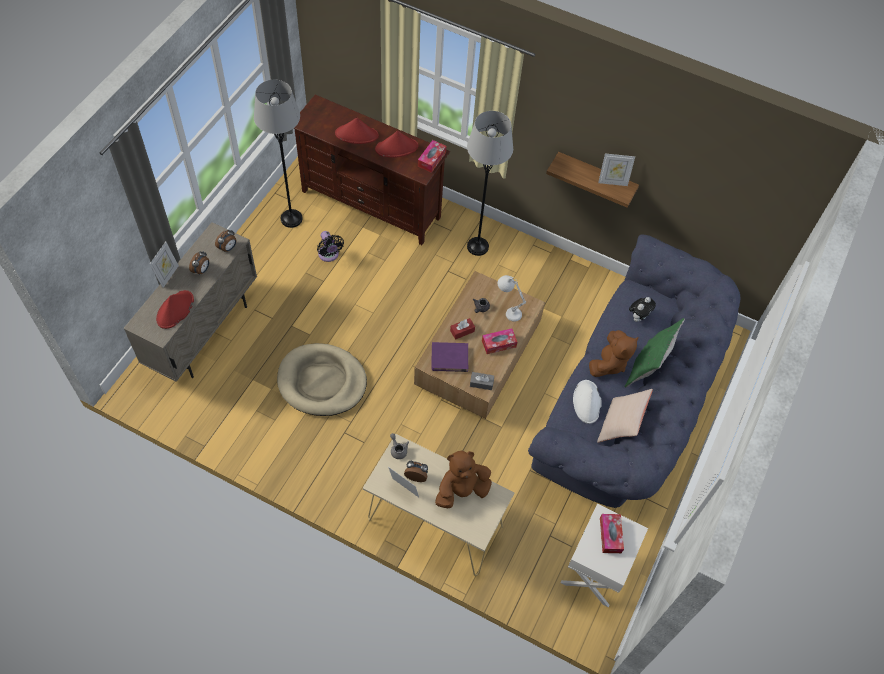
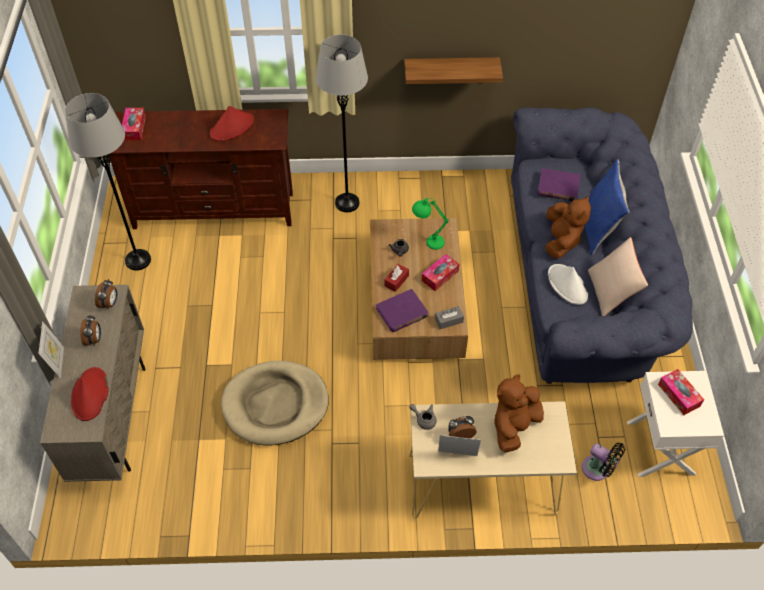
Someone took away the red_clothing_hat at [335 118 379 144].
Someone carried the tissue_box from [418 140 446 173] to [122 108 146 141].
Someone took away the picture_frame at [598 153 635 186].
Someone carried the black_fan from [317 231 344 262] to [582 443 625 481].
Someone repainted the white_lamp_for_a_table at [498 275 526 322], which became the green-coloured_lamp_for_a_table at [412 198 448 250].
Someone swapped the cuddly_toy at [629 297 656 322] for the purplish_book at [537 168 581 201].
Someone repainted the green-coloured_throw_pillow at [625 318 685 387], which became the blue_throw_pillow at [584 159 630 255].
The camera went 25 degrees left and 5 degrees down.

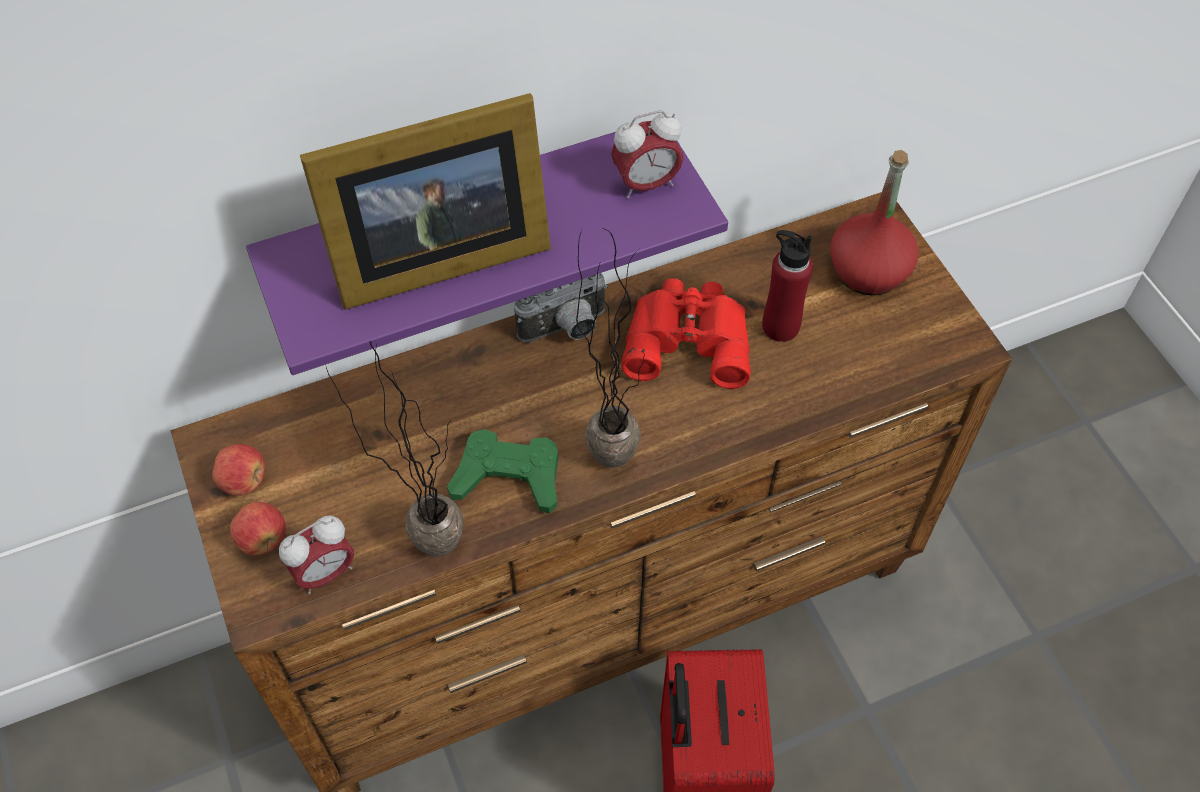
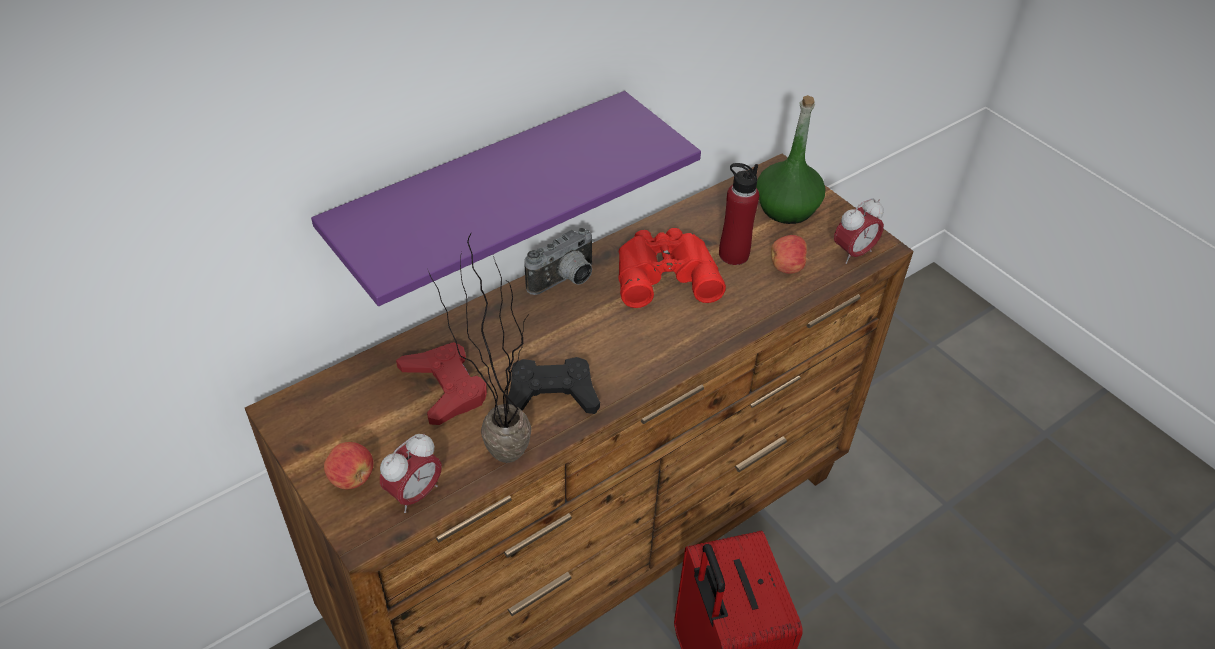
Someone took away the picture_frame at [300 93 551 310].
Someone carried the table_clock from [611 111 684 198] to [834 198 884 264].
Someone repainted the red_bottle at [830 150 918 295], which became the green-coloured_bottle at [756 95 826 224].
Someone took away the houseplant at [576 228 645 468].
Someone repainted the green-coloured_gamepad at [447 429 558 514], which became the black_gamepad at [508 357 600 414].
Someone carried the apple from [212 444 265 496] to [771 235 808 274].
Someone put down the red_gamepad at [396 342 487 425].
The camera went 15 degrees left and 10 degrees down.

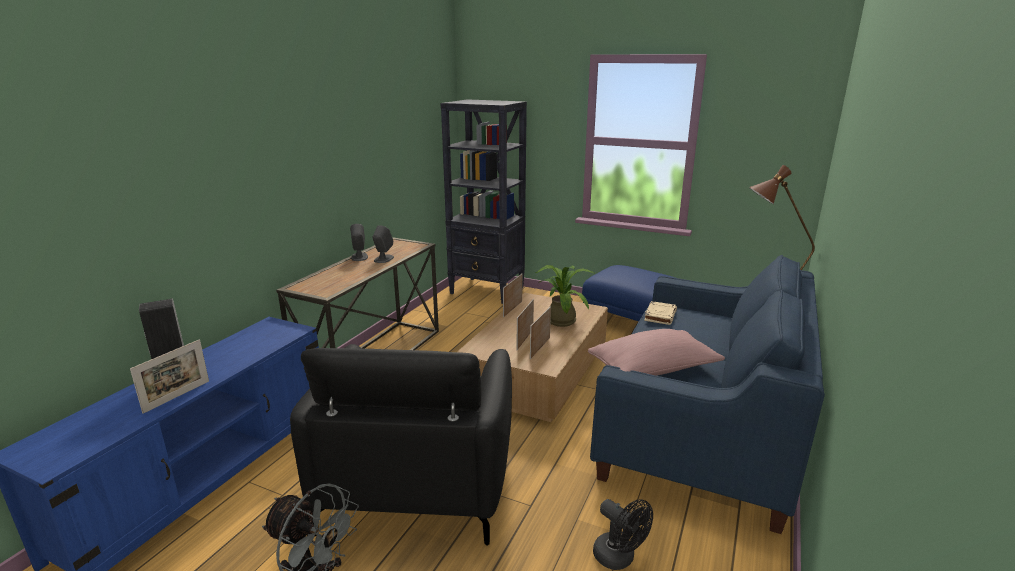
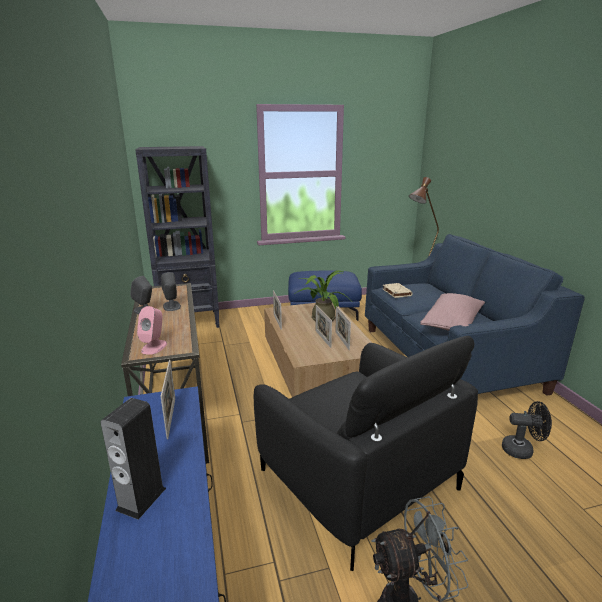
Someone carried the picture_frame from [130 340 209 414] to [161 360 175 439].
Someone put down the pinkish_speaker at [137 306 167 355].
The camera went 40 degrees left and 0 degrees up.

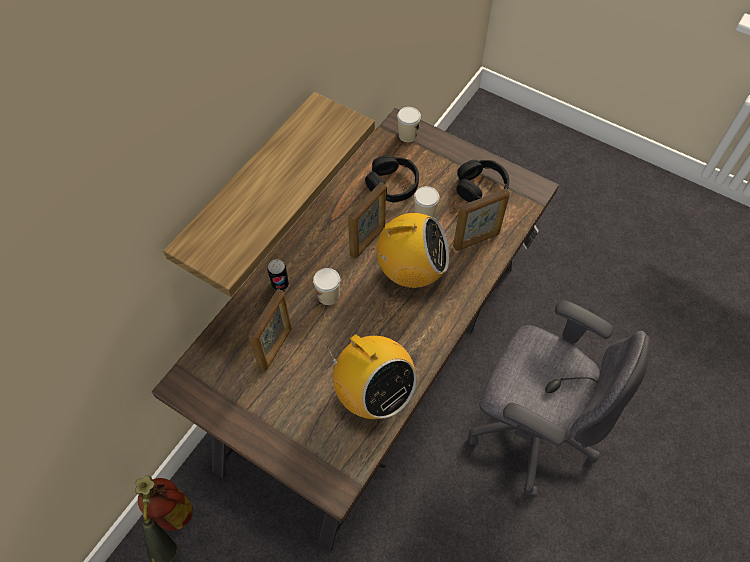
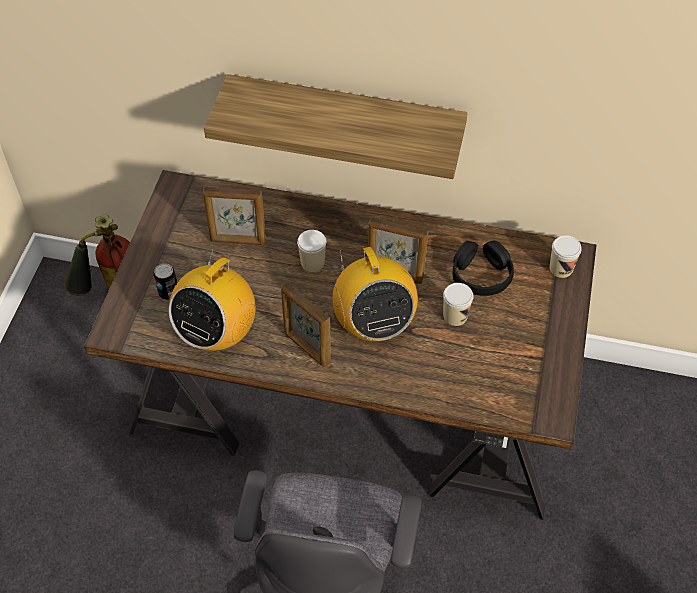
Someone took away the black_headphones at [456 160 509 202].
Someone carried the picture_frame from [453 189 510 251] to [281 282 331 367].
Someone carried the metal_can from [267 259 289 290] to [154 263 177 300].
The camera went 70 degrees right and 5 degrees down.

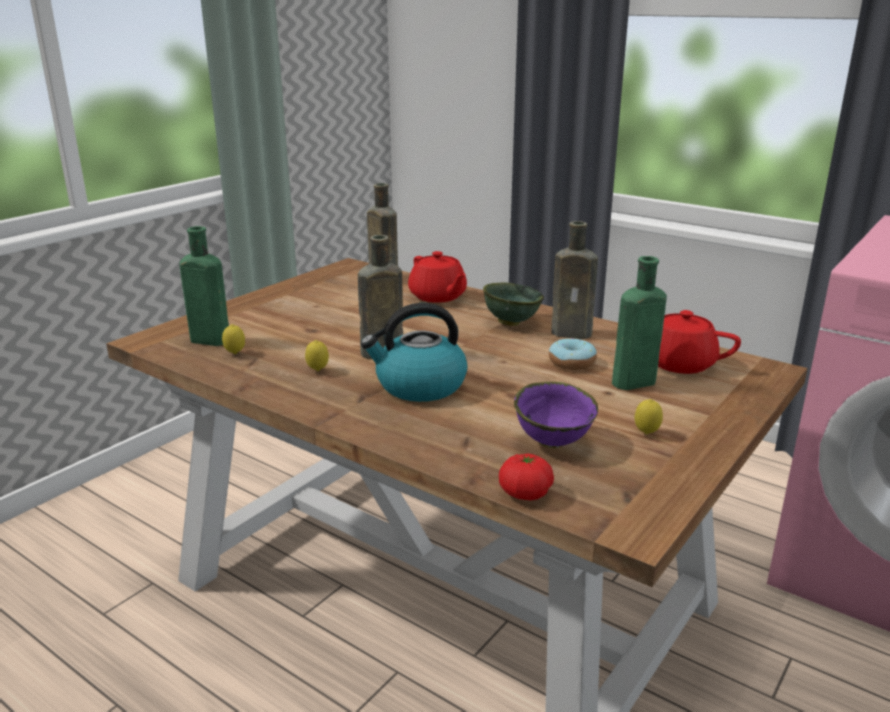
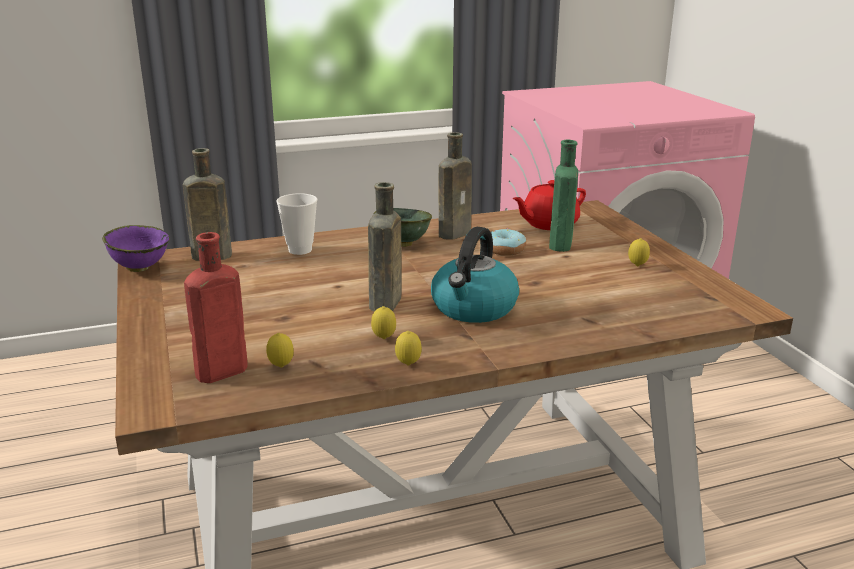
Someone repainted the green-coloured_bottle at [179 226 229 346], which became the red_bottle at [184 232 248 383].
Someone swapped the red_pot_for_tea at [408 251 467 303] for the cup at [276 193 317 255].
Someone carried the purplish_bowl from [514 382 598 448] to [102 225 170 272].
Someone took away the whole_tomato at [499 453 554 501].
Someone put down the whole_lemon at [395 331 422 365].
The camera went 55 degrees left and 0 degrees up.

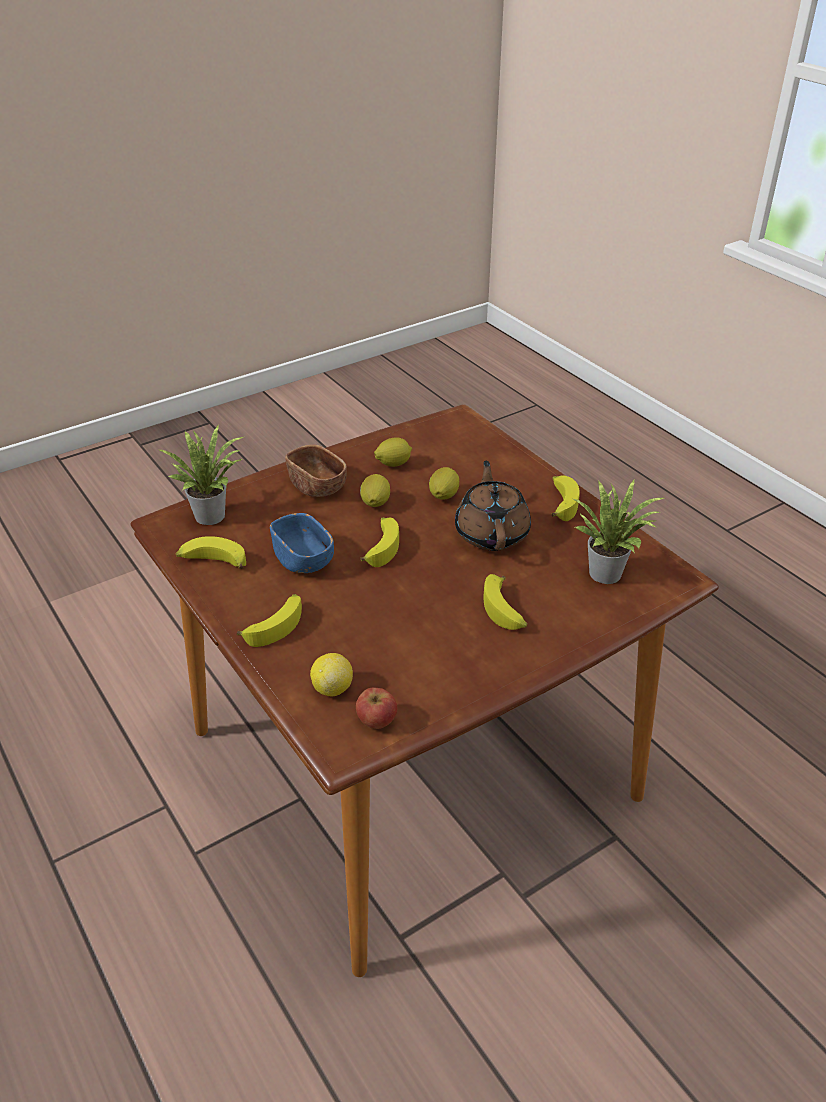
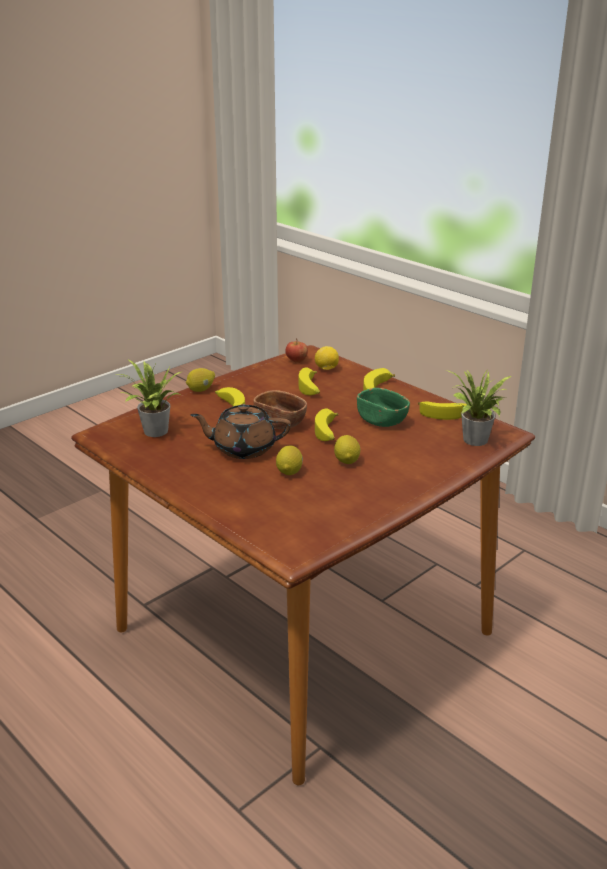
Someone carried the whole_lemon from [374 437 412 467] to [186 368 215 392].
Someone carried the brown-coloured_bowl from [285 445 347 497] to [253 390 307 429].
Someone rotated the brown-coloured_pot_for_tea at [455 460 531 551] by 105 degrees clockwise.
Someone carried the banana_fruit from [551 475 580 521] to [298 367 320 395].
Someone repainted the blue_bowl at [270 513 334 573], which became the green-coloured_bowl at [357 388 410 427].
The camera went 170 degrees right and 10 degrees down.

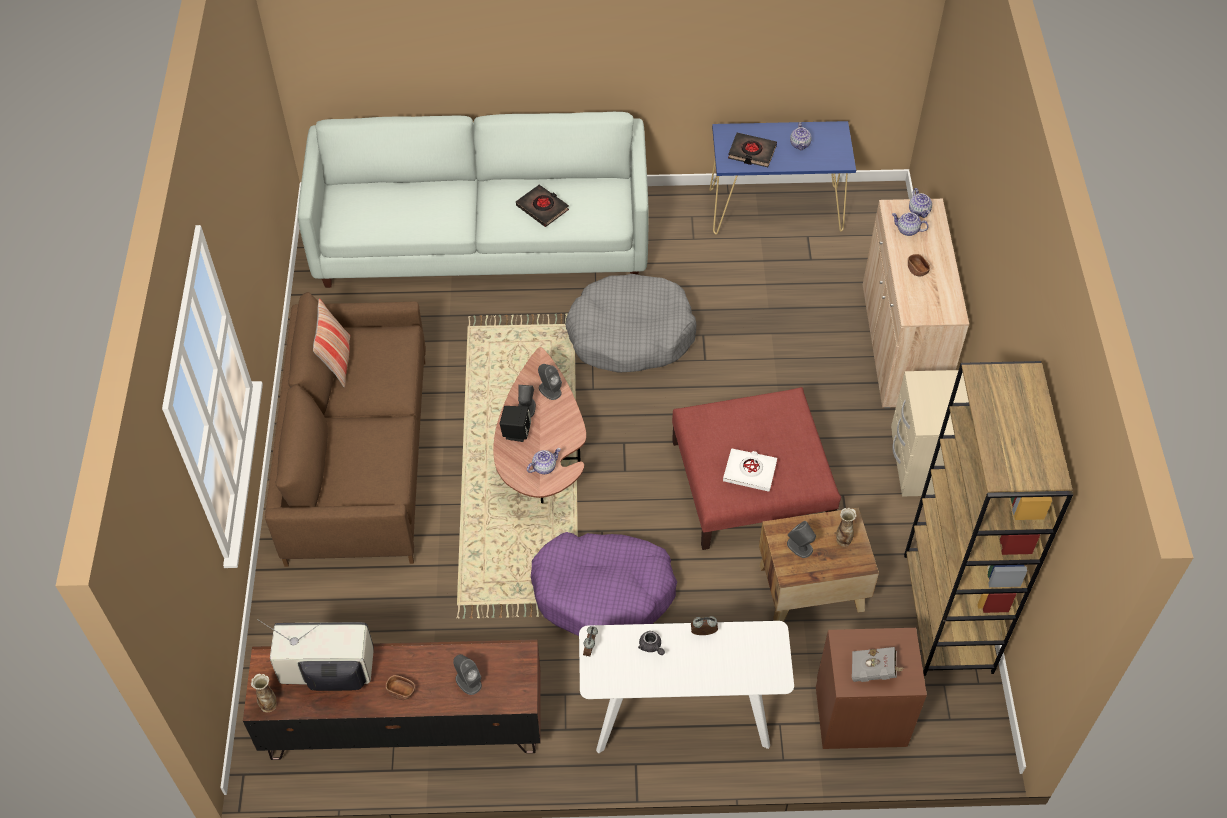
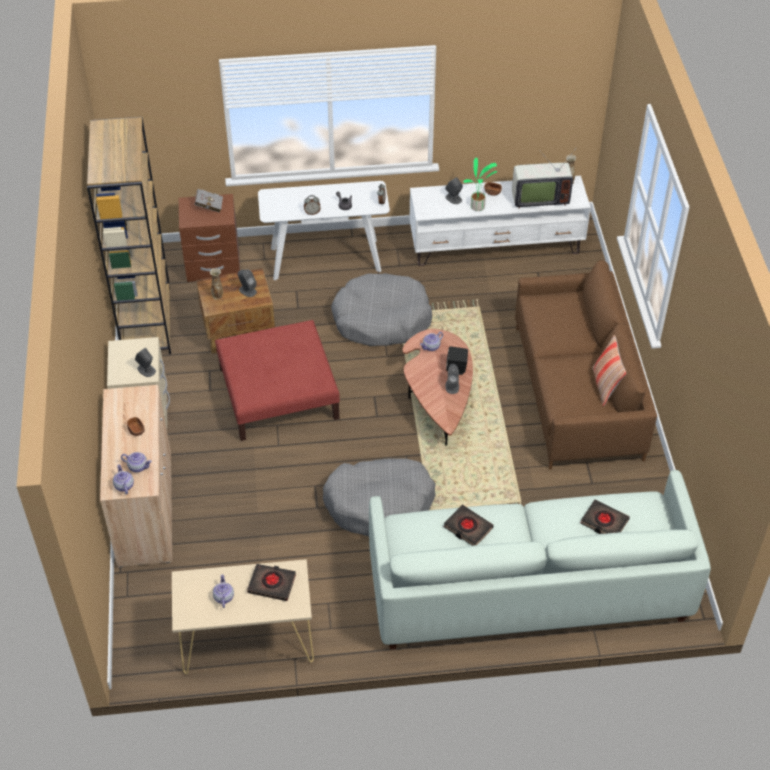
Someone repainted the blue_narrow_table at [709 121 856 235], which became the sand-coloured_narrow_table at [172 559 314 675].
Someone carried the grey_speaker from [538 364 562 400] to [135 348 156 377].
Someone took away the white_book at [723 448 777 492].
Someone repainted the purplish_dog_cushion at [531 532 677 636], which became the grey_dog_cushion at [331 273 432 346].
Someone repainted the brown-coloured_media_console at [243 639 541 760], which became the white_media_console at [410 176 591 266].
Someone put down the houseplant at [463 157 497 211].
Someone put down the black_book at [581 500 630 534].
The camera went 175 degrees right and 5 degrees down.

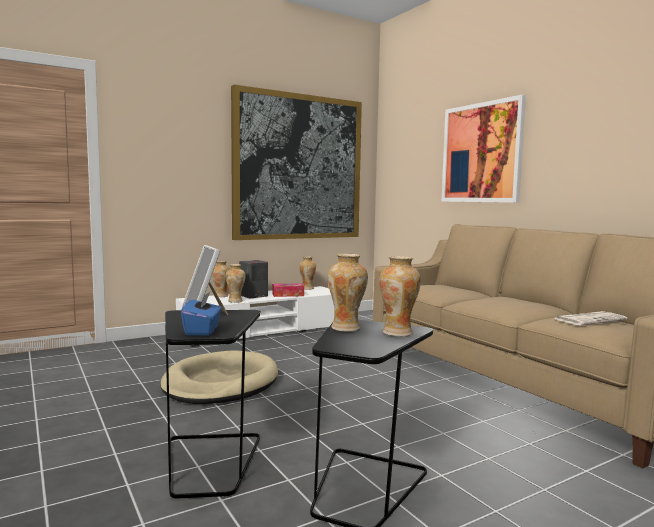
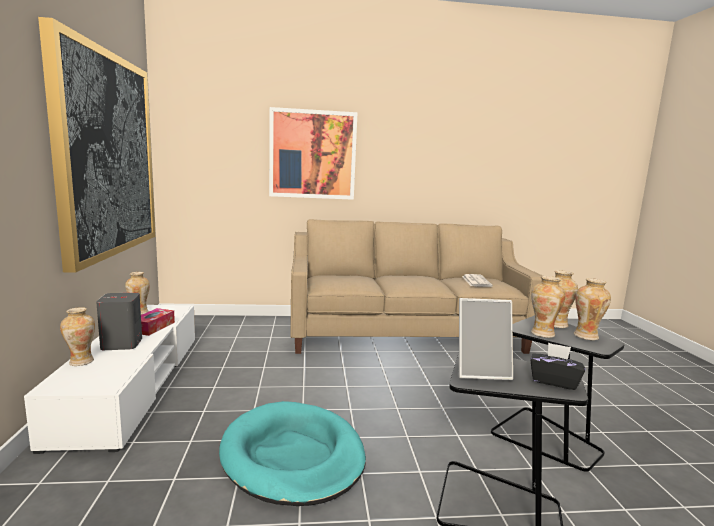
Someone carried the vase from [225 264 246 303] to [574 278 611 340].
Someone repainted the blue_tissue_box at [181 291 222 335], which became the black_tissue_box at [530 342 585 390].
Someone repainted the sand-coloured_dog_cushion at [160 350 278 404], which became the blue-green_dog_cushion at [219 401 366 506].
The camera went 65 degrees left and 5 degrees up.

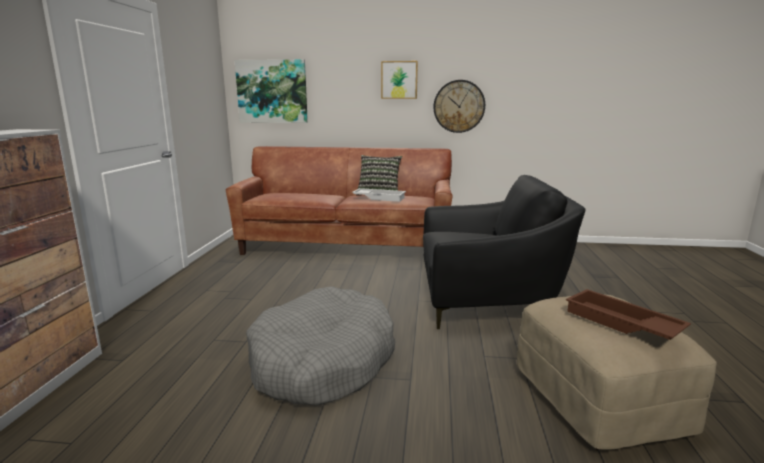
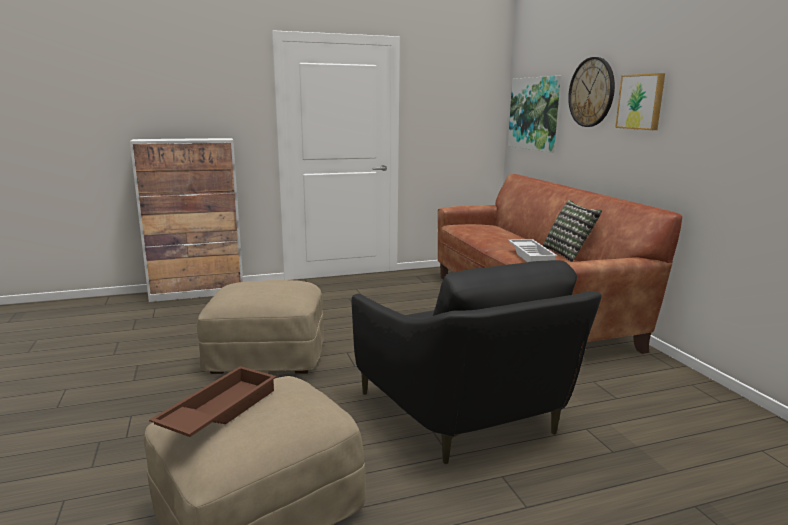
Someone carried the clock_on_the_wall from [434 80 485 133] to [568 57 615 127].
Someone swapped the grey_dog_cushion at [246 286 395 405] for the sand-coloured_pouffe at [197 280 324 374].
The camera went 65 degrees right and 0 degrees up.

